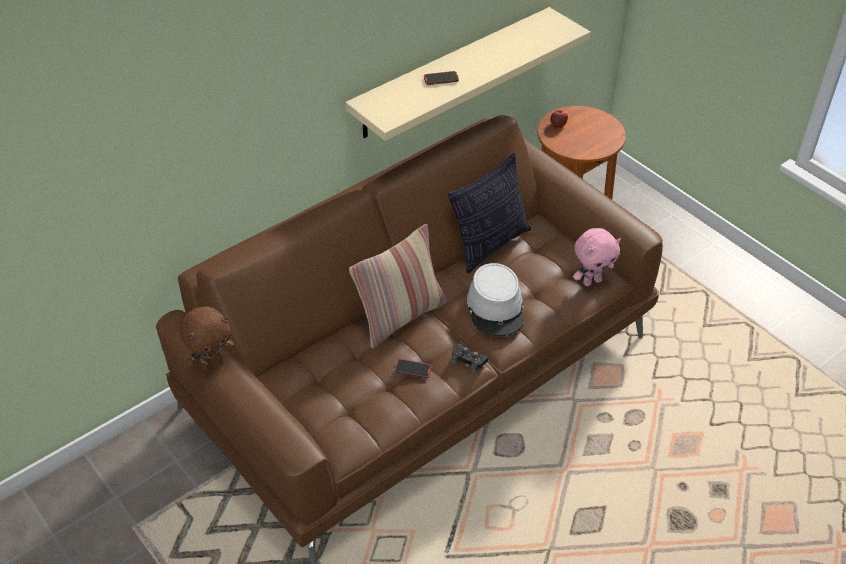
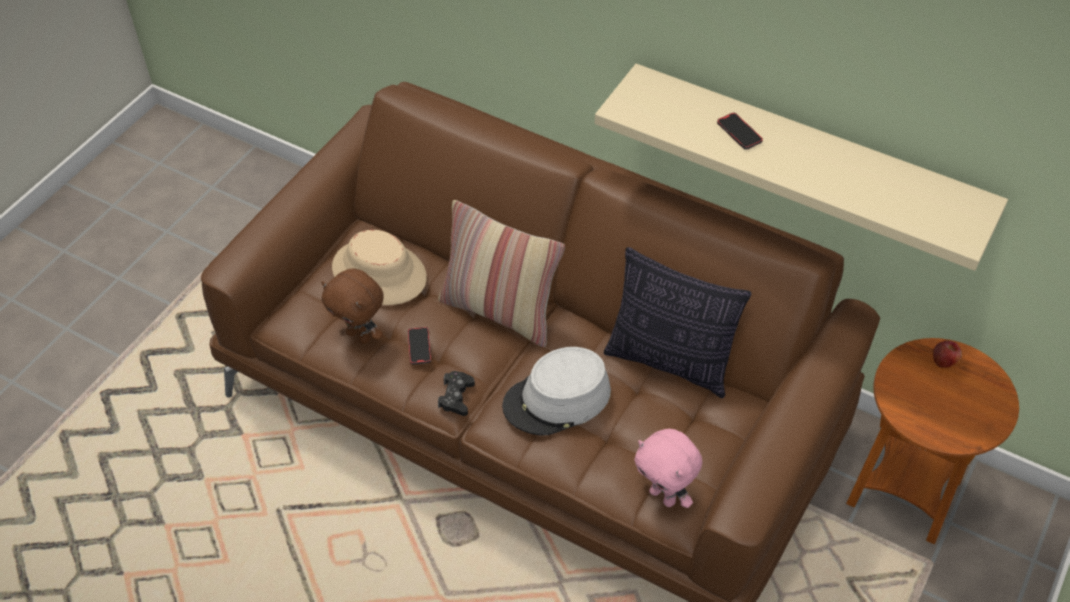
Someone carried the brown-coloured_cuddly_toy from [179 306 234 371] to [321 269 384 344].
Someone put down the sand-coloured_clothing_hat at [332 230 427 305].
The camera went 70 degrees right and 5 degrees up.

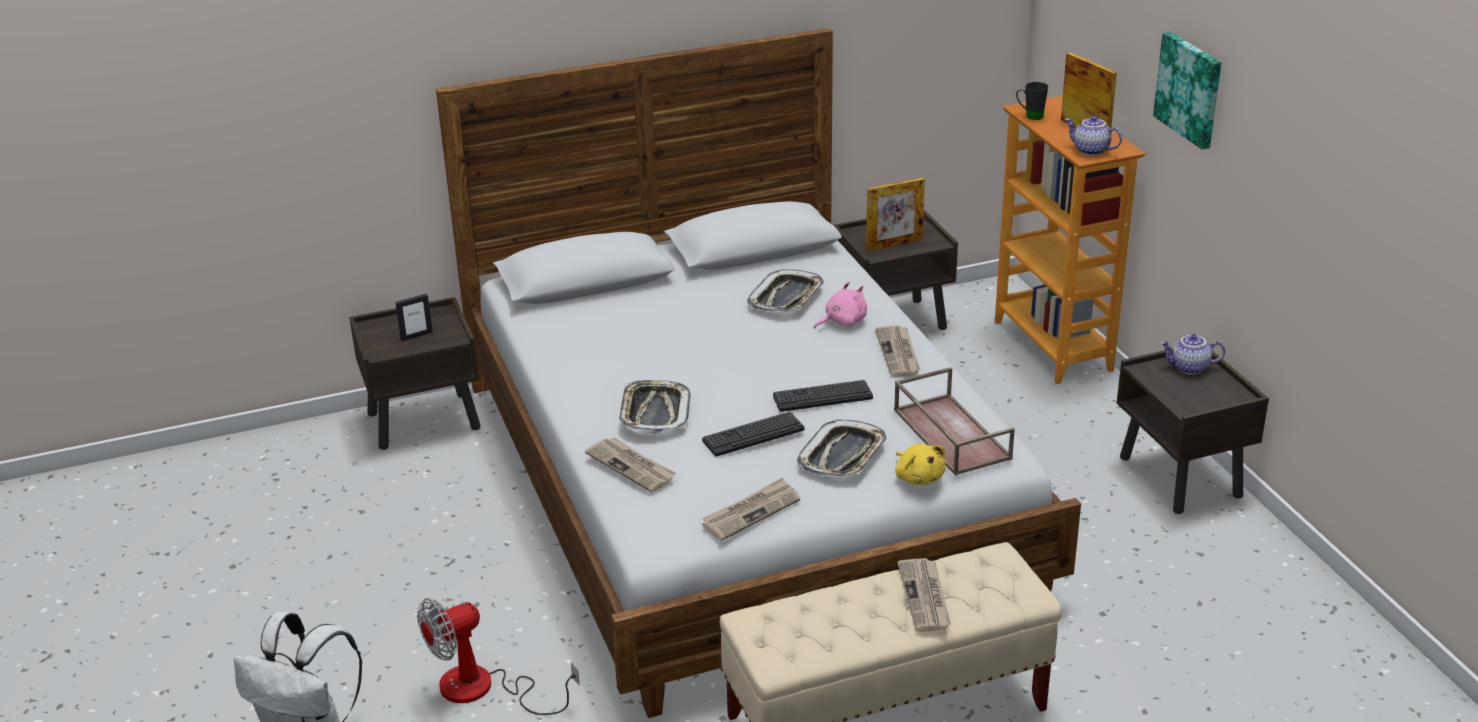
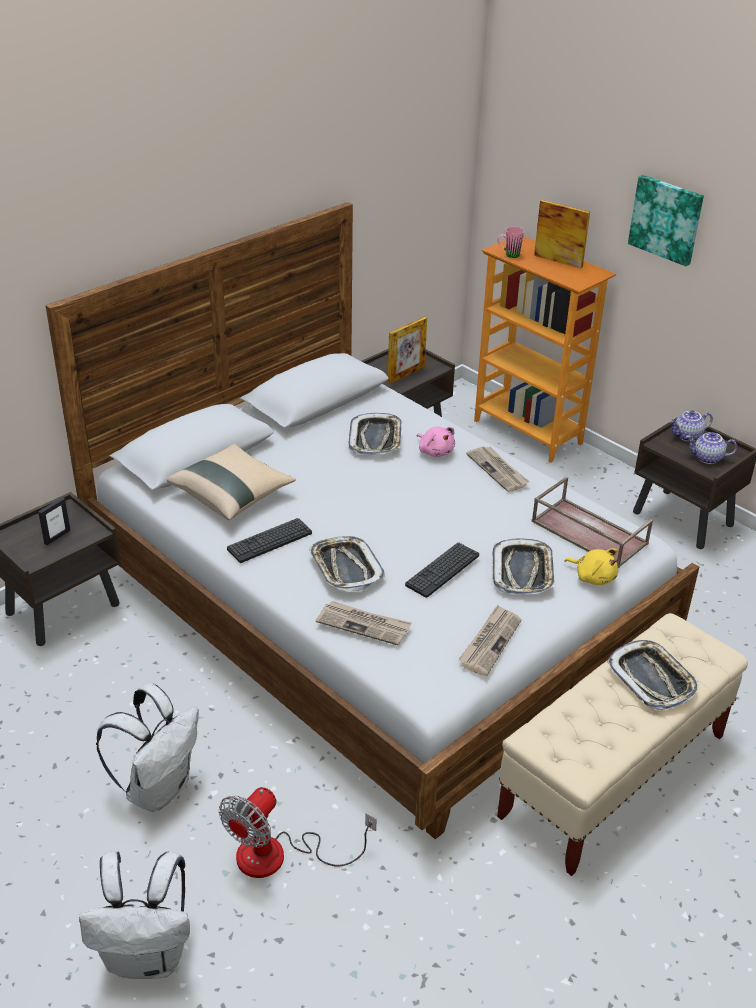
Someone repainted the black_coffee_mug at [1016 82 1048 120], which became the pinkish_coffee_mug at [498 227 524 258].
Someone carried the pot_for_tea from [1065 116 1122 156] to [686 432 737 464].
Someone rotated the pinkish_cuddly_toy at [814 281 867 329] by 105 degrees clockwise.
Someone carried the keyboard from [773 380 873 412] to [227 518 312 563].
Someone swapped the daily_paper at [897 558 951 632] for the serving_tray at [607 640 700 710].
Someone put down the sand-coloured_throw_pillow at [167 444 296 520].
Someone put down the white_rucksack at [96 683 199 812].
The camera went 25 degrees left and 5 degrees up.

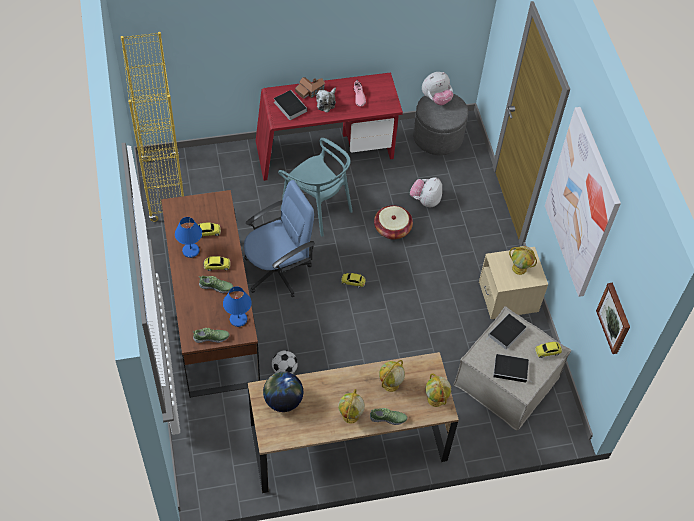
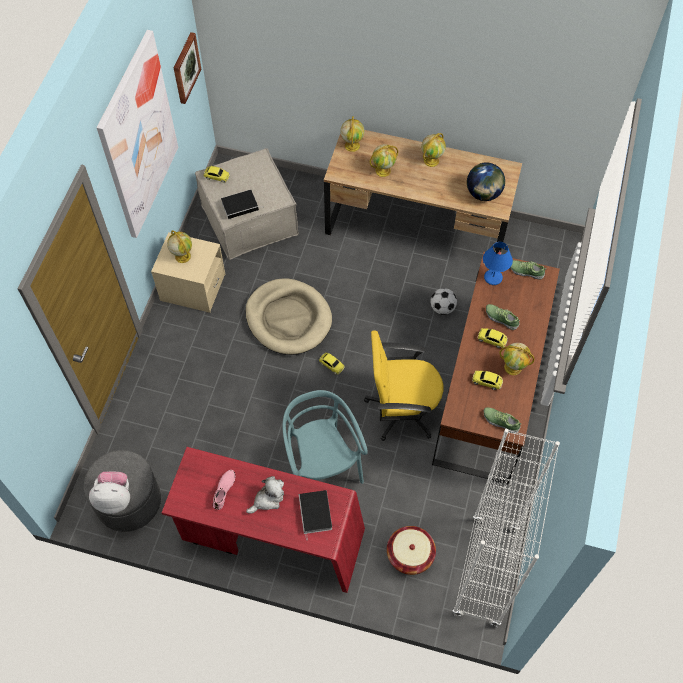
Someone repainted the yellow_bookshelf at [121 32 184 222], which became the white_bookshelf at [452 429 560 627].
Someone took away the miniature_house at [295 77 325 99].
Someone took away the cuddly_toy at [410 177 442 207].
Someone repainted the blue_desk_chair at [244 180 315 297], which became the yellow_desk_chair at [364 330 444 441].
Someone carried the storage_basket from [374 205 413 239] to [387 526 436 575].
Someone swapped the blue_lamp_for_a_table at [175 217 202 258] for the desk_globe at [499 343 534 375].
Someone took away the book at [493 354 533 383].
Someone carried the item_of_footwear from [370 408 407 425] to [484 407 521 433].
Someone put down the sand-coloured_dog_cushion at [245 278 332 355].
The camera went 150 degrees left and 5 degrees up.

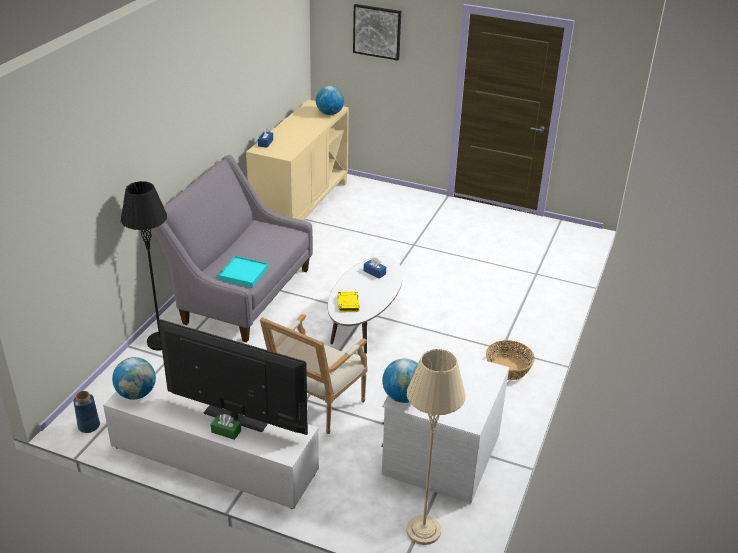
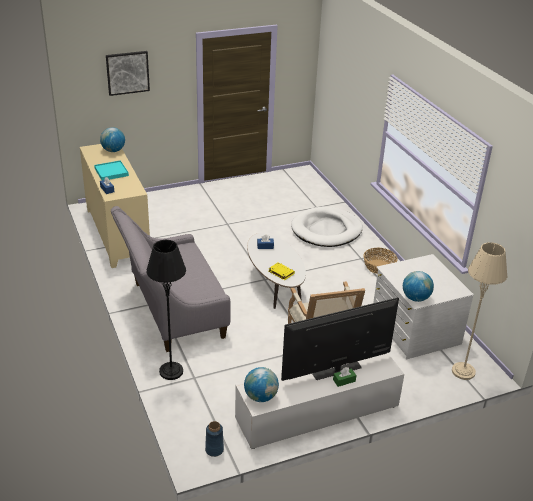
Someone carried the blue-green_serving_tray from [218 256 268 288] to [94 160 129 180].
Someone put down the white_dog_cushion at [291 207 363 247].
The camera went 45 degrees left and 0 degrees up.

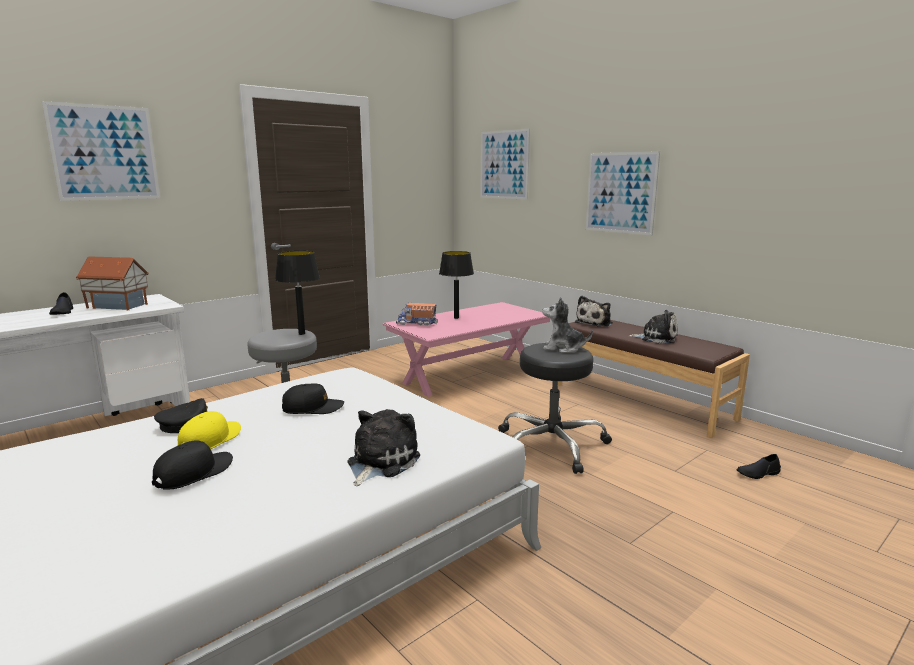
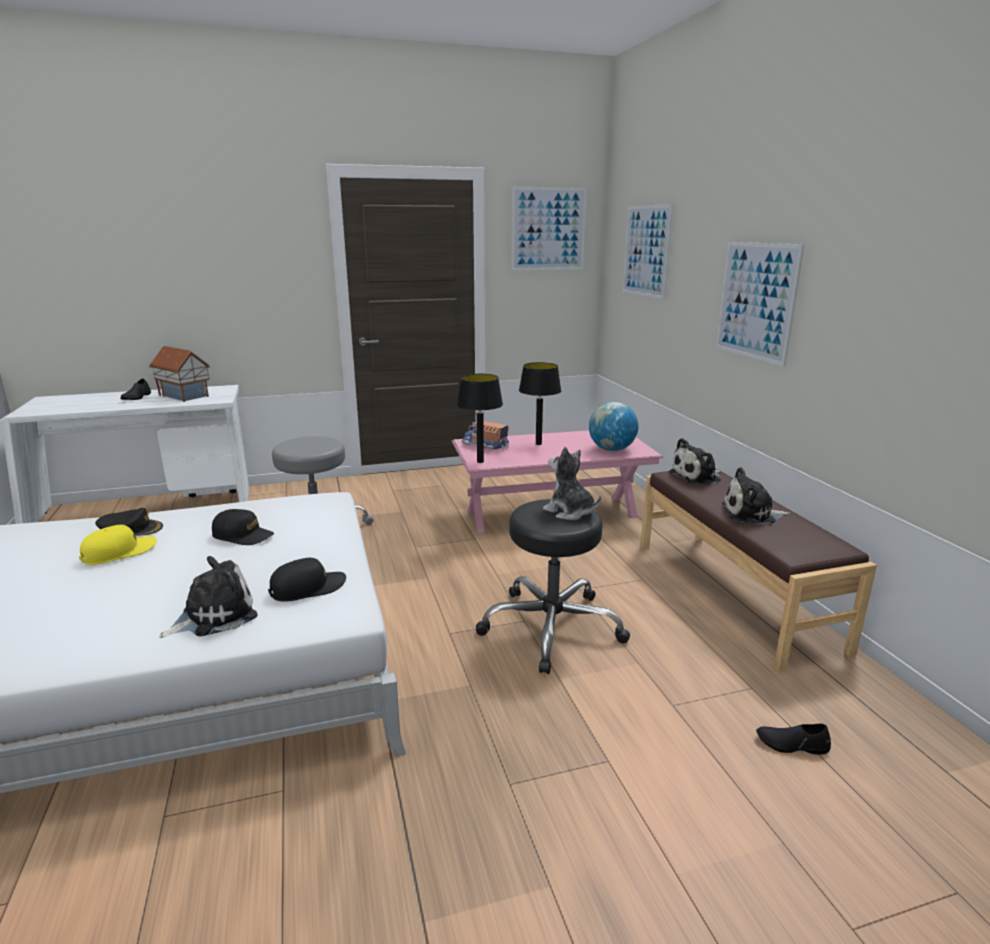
Someone carried the wall_picture from [42 101 160 201] to [511 187 587 271].
Someone carried the black_lamp_for_a_table from [275 251 320 335] to [457 374 503 463].
Someone rotated the cuddly_toy at [629 310 678 344] by 135 degrees clockwise.
Someone carried the black_baseball_cap from [152 440 233 490] to [268 558 346 602].
Someone put down the desk_globe at [589 402 638 451].
The camera went 25 degrees right and 5 degrees up.

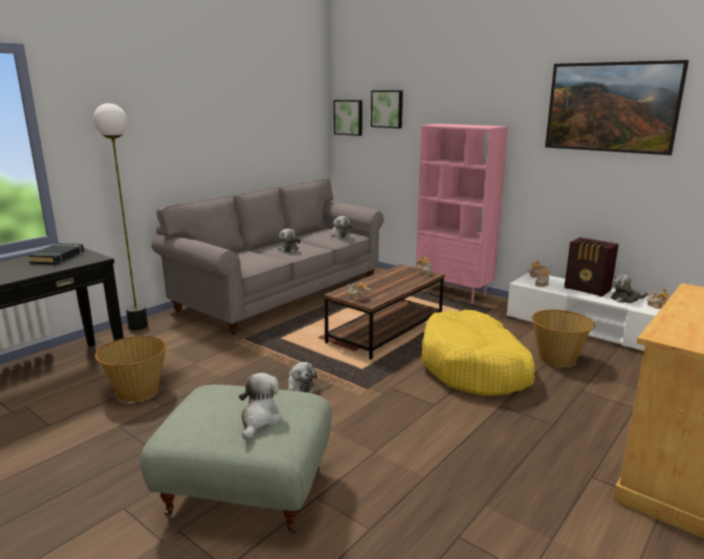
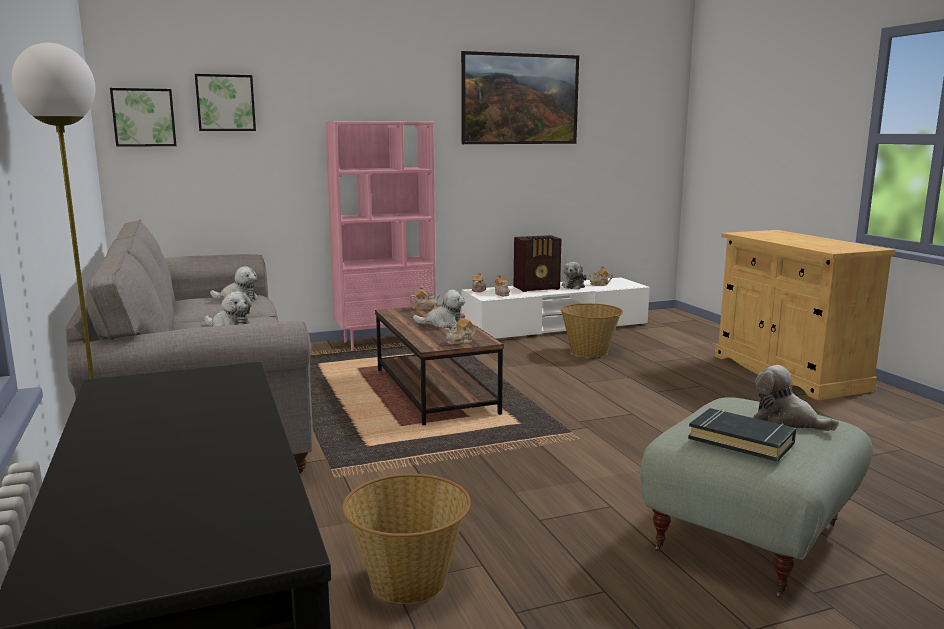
Someone carried the black_book from [28 243 84 265] to [688 408 796 462].
Someone took away the yellow_dog_cushion at [422 310 535 396].
Someone carried the cuddly_toy from [287 362 317 393] to [413 290 465 328].
The camera went 60 degrees left and 5 degrees down.

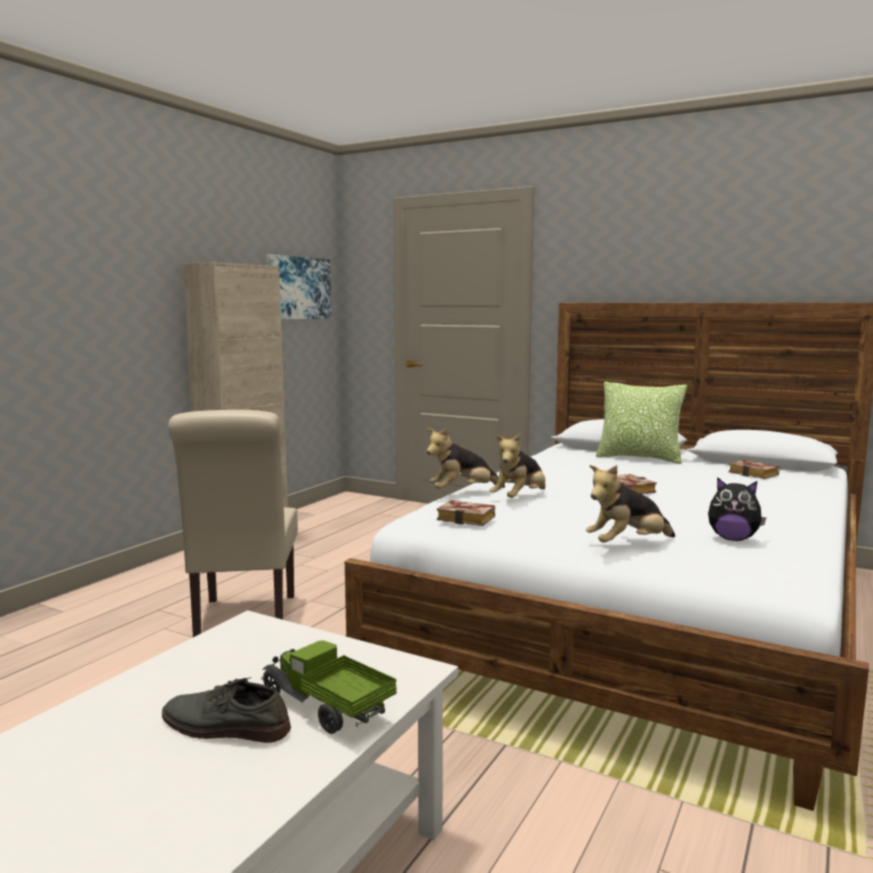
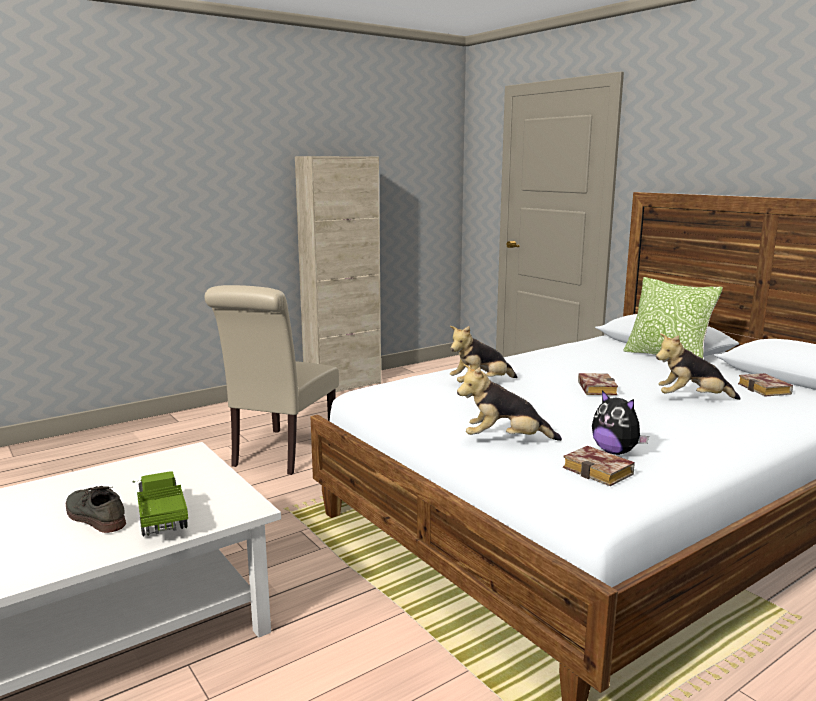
Someone took away the wall_picture at [266 255 331 320].
Someone carried the cuddly_toy from [426 428 505 489] to [656 333 741 400].
Someone carried the book from [437 500 495 526] to [563 446 635 486].
The camera went 25 degrees right and 5 degrees up.

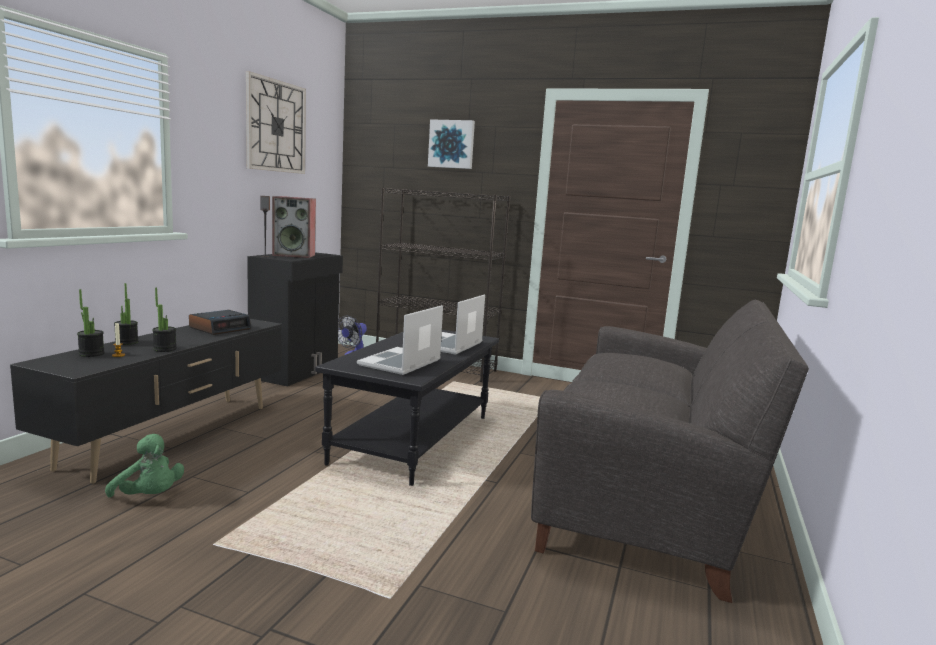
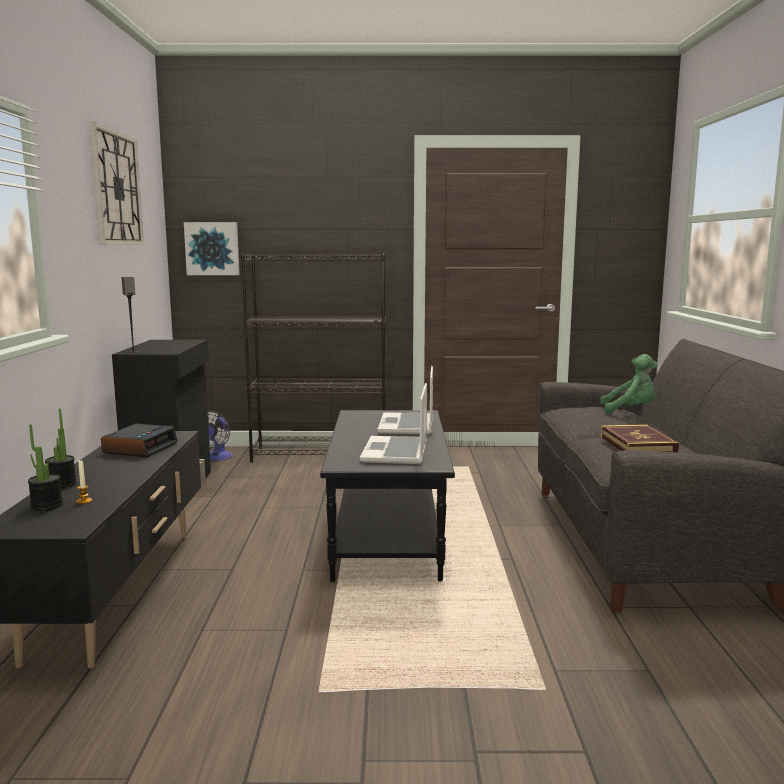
Someone carried the wall_picture from [428 119 475 169] to [184 222 240 275].
Someone took away the speaker at [272 196 316 258].
Someone took away the houseplant at [152 288 177 352].
Someone carried the green-coloured_cuddly_toy from [105 434 184 497] to [600 354 658 414].
Someone put down the book at [600 424 679 452].
The camera went 20 degrees left and 0 degrees up.

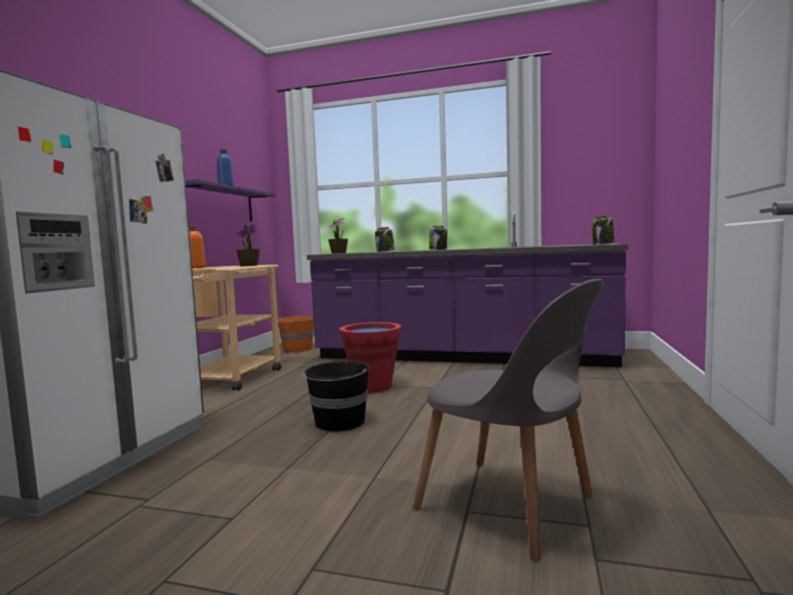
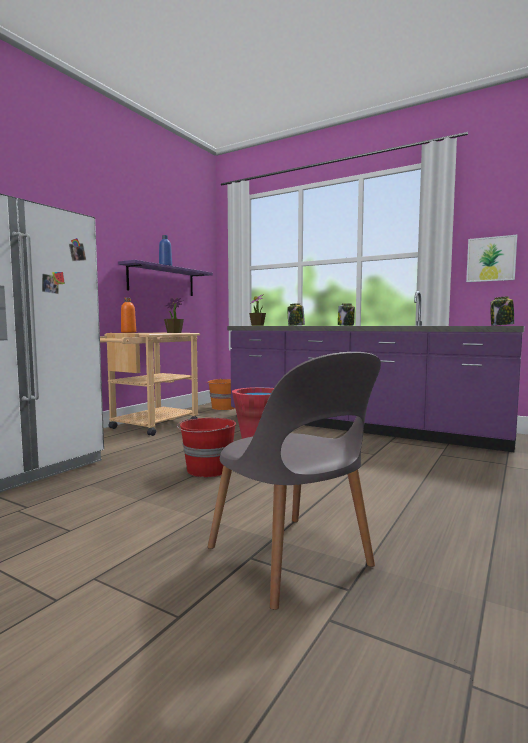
Someone repainted the black_water_bucket at [302 361 370 431], which became the red_water_bucket at [177 418 236 477].
Someone put up the wall_picture at [466 235 517 282].
The camera went 15 degrees right and 0 degrees up.

